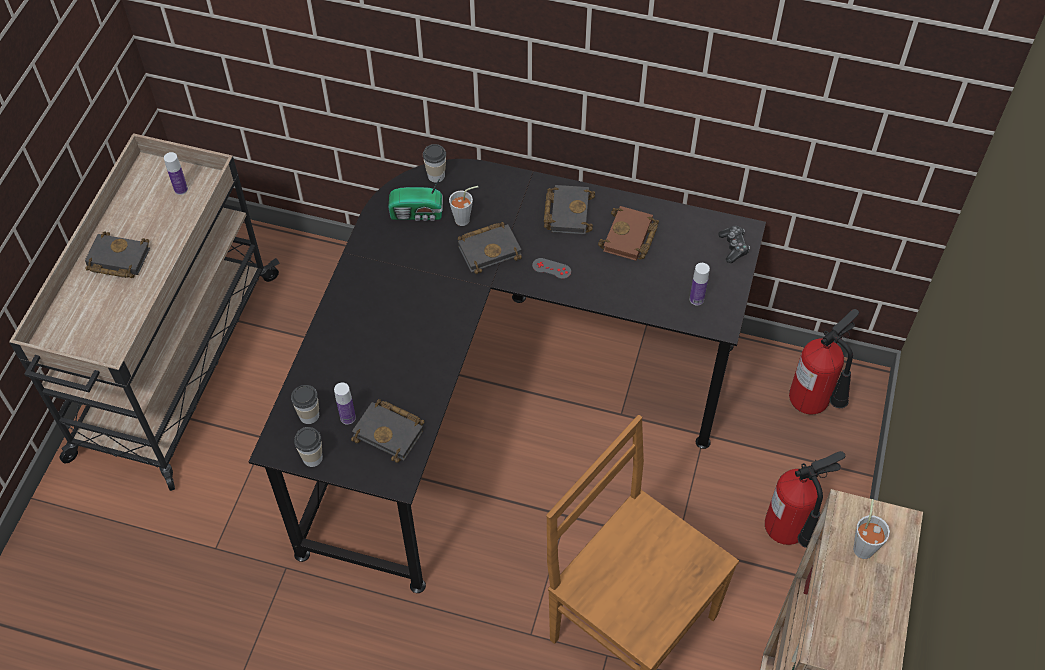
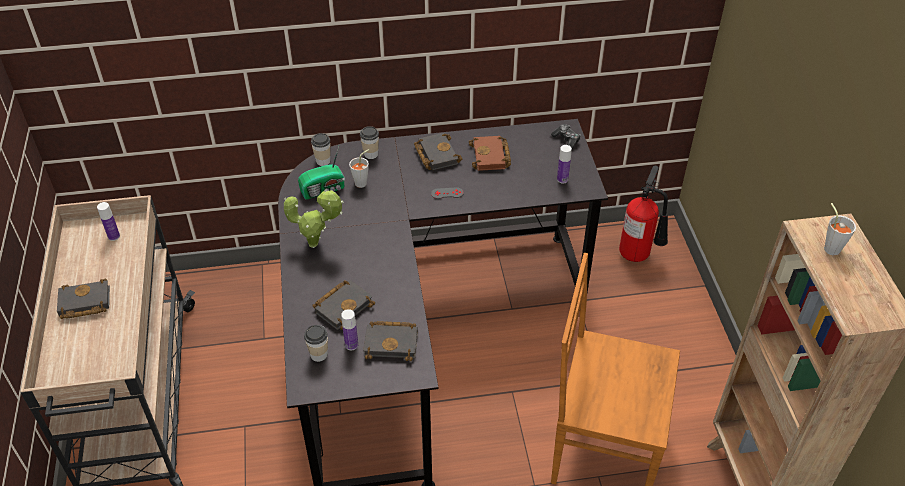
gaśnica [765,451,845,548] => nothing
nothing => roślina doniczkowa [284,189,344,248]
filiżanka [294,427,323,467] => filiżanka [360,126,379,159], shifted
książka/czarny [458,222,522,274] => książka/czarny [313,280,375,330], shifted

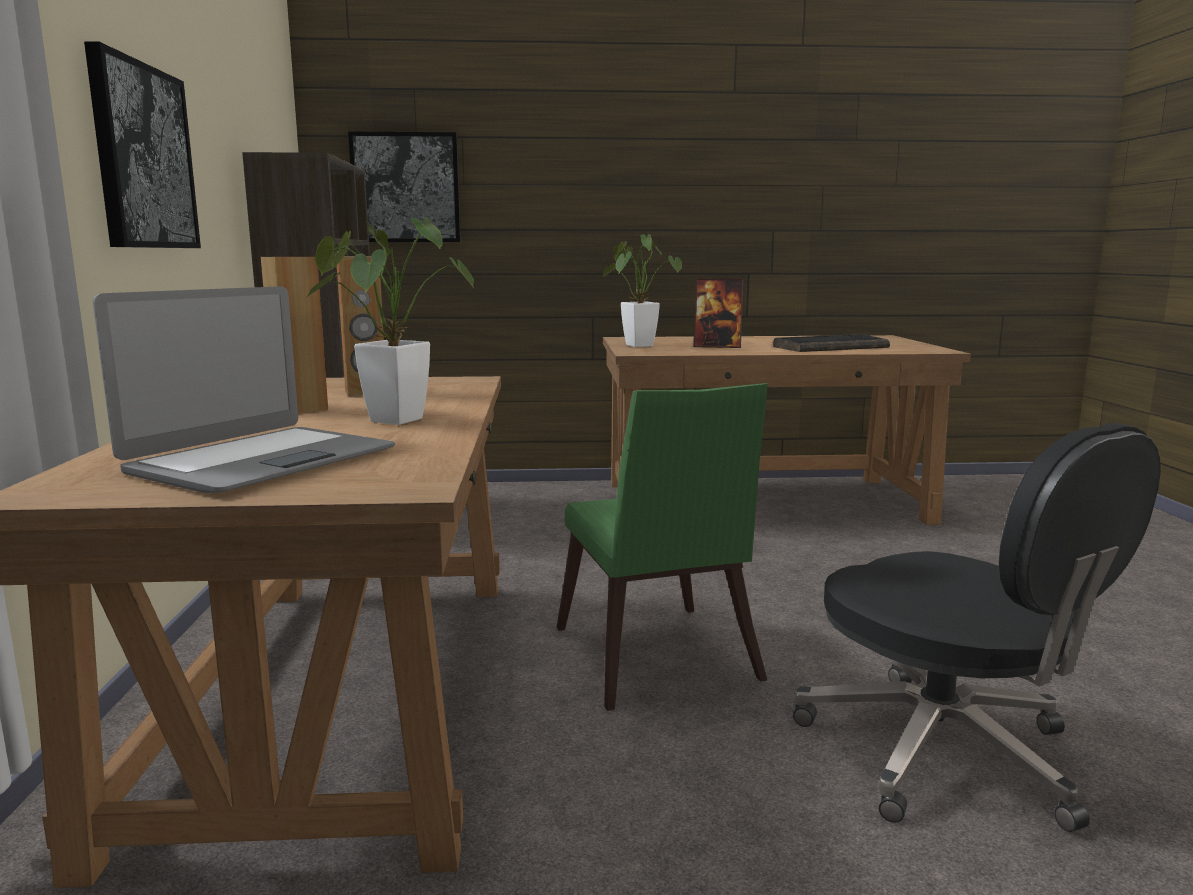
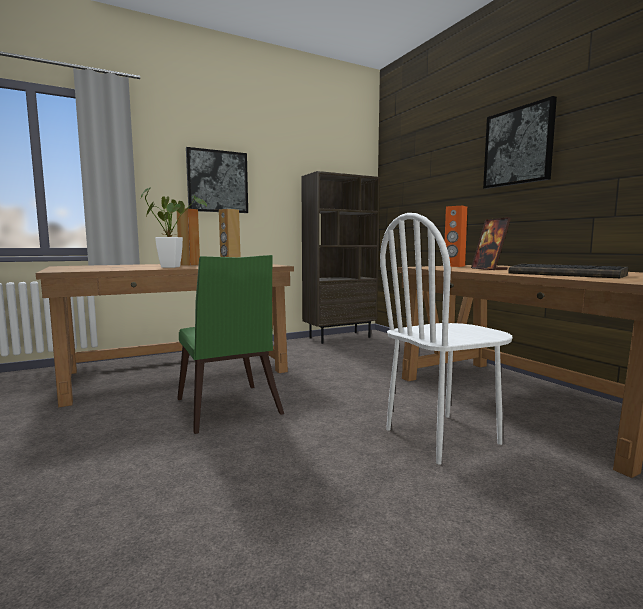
laptop [93,286,395,493] => nothing
krzesło biurowe/czarny [793,423,1161,832] => nothing
nothing => krzesło/biały [380,213,512,465]
obraz [348,131,461,242] => obraz [483,96,557,189], shifted
roślina doniczkowa [603,234,682,347] => głośnik/pomarańczowy [445,206,467,267]
krzesło/zielony [557,383,768,711] => krzesło/zielony [177,255,284,434], 75 degrees counterclockwise

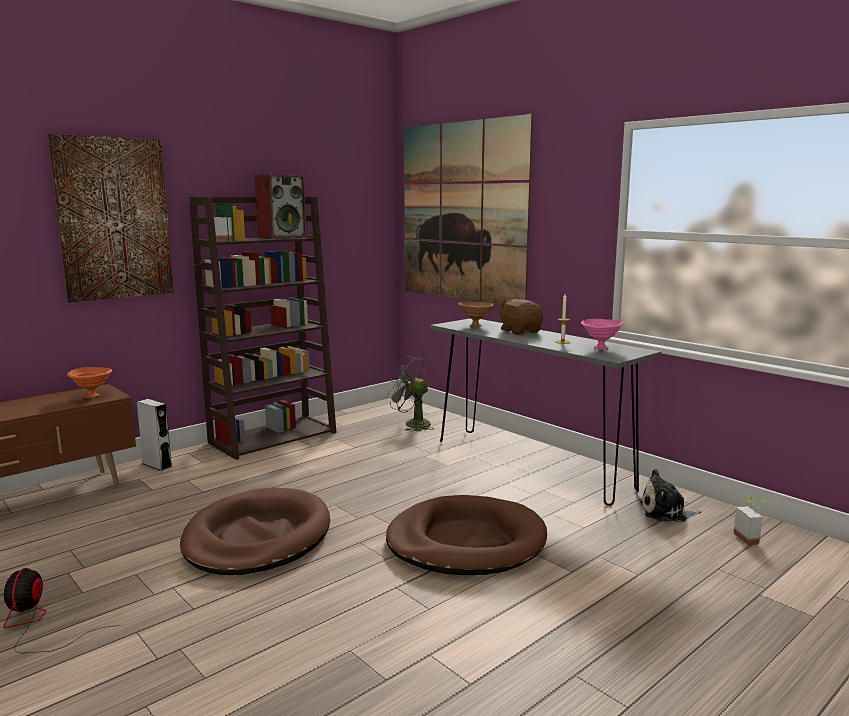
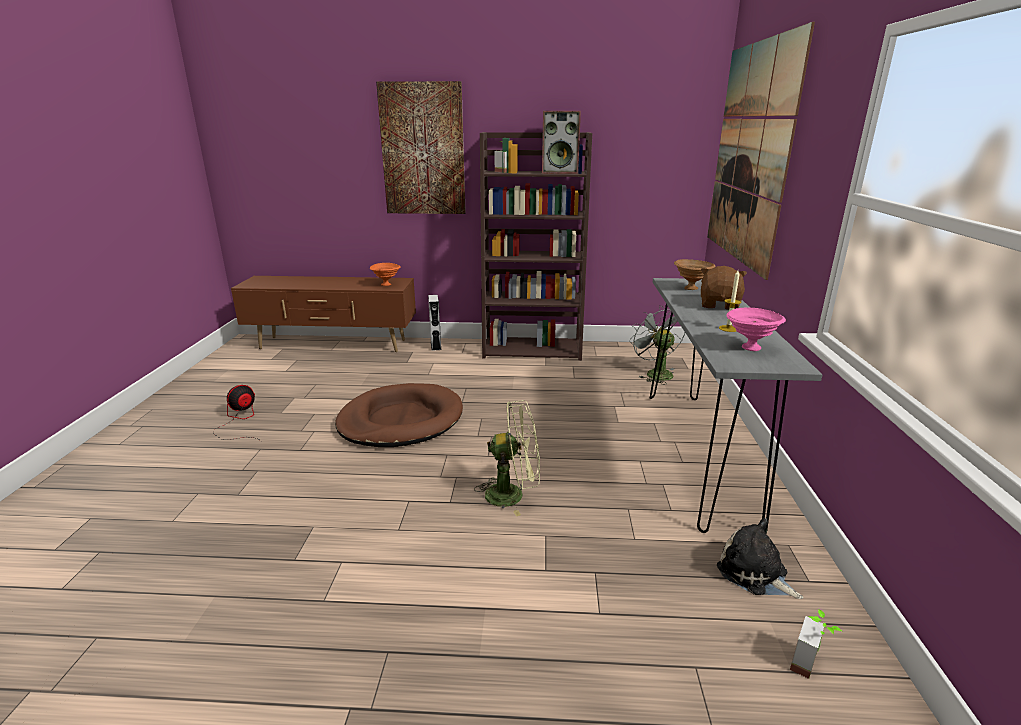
legowisko/brązowy [386,495,547,575] => wentylator/zielony [474,400,540,517]

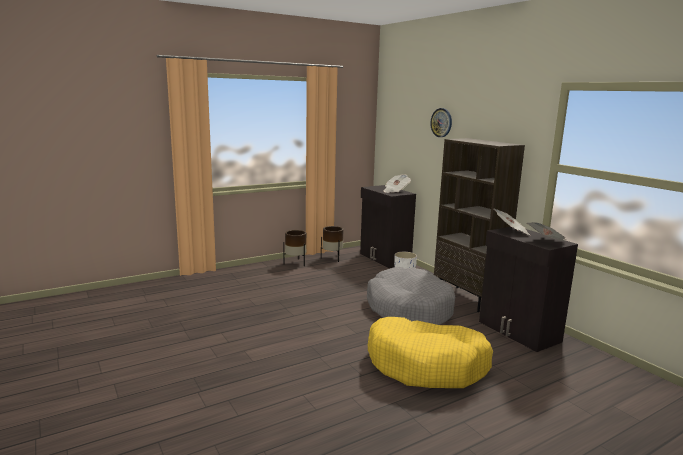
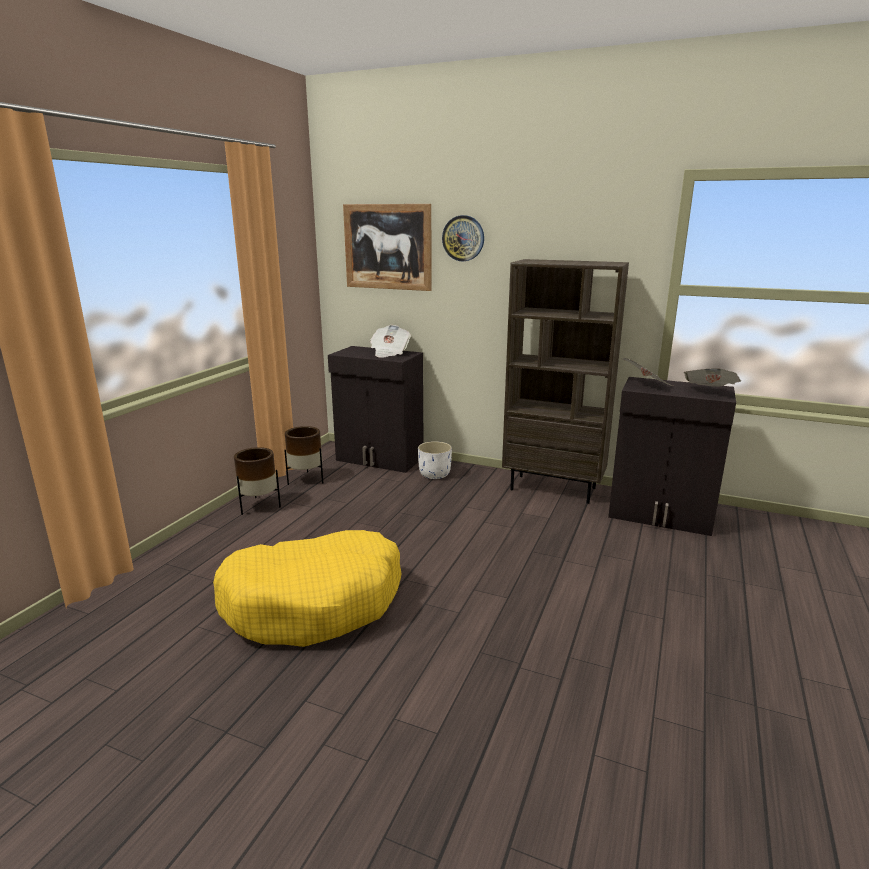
legowisko/szary [367,267,455,325] => nothing
nothing => obraz [343,204,431,291]
legowisko/żółty [368,317,493,388] => legowisko/żółty [213,530,402,647], shifted

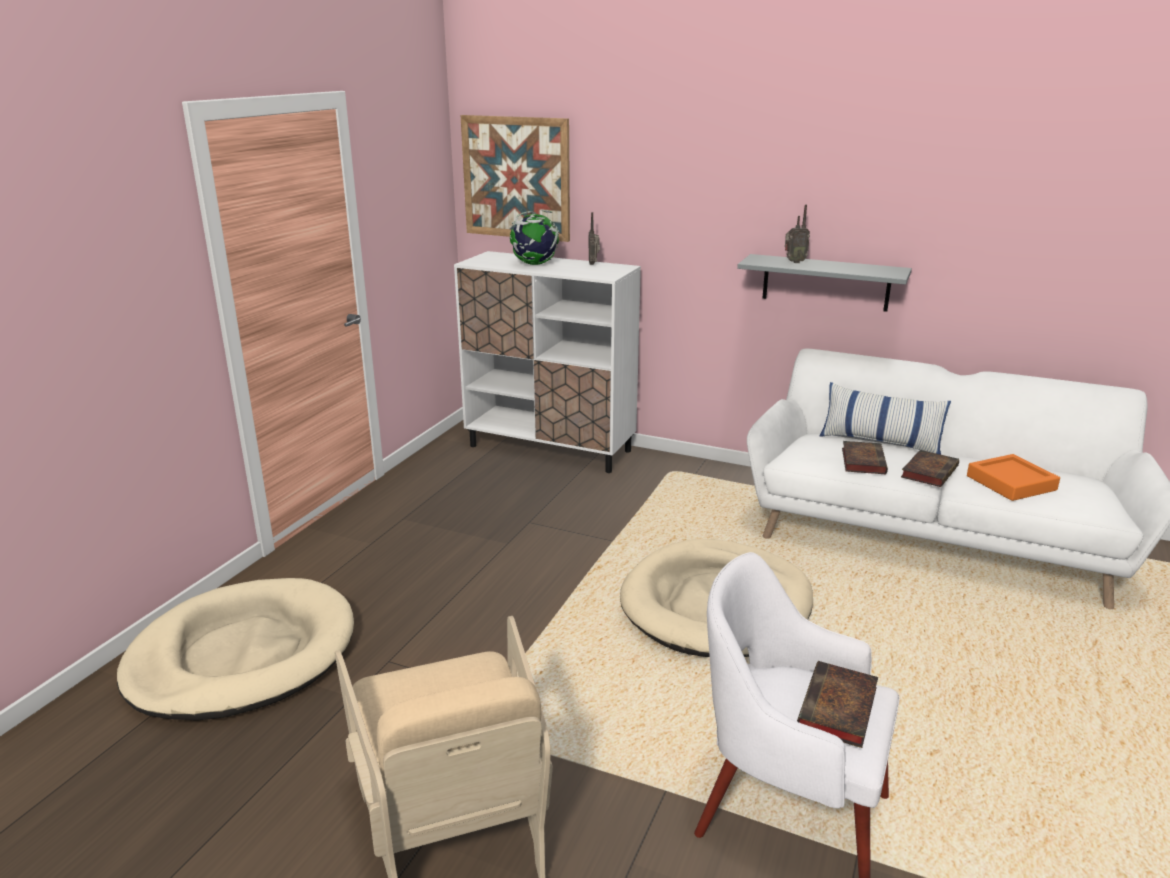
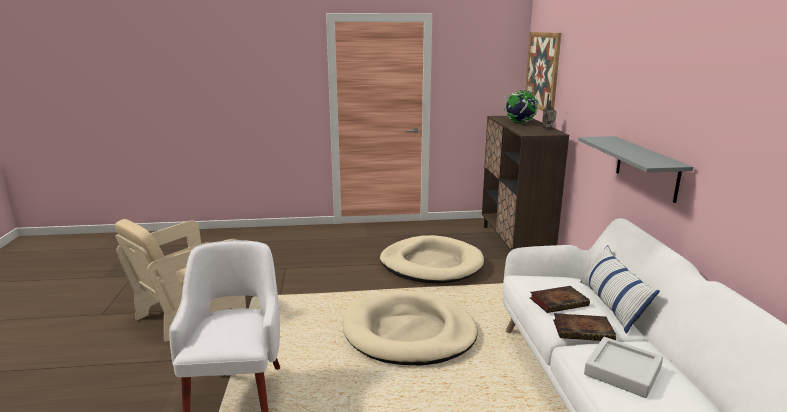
radio [785,205,810,263] => nothing
książka [797,661,878,748] => nothing
legowisko/beżowy [117,578,354,721] => legowisko/beżowy [380,235,484,283], shifted
szafka/biały [454,251,641,473] => szafka/brązowy [482,116,569,251]
taca/pomarańczowy [967,454,1060,501] => taca/szary [584,337,663,398]

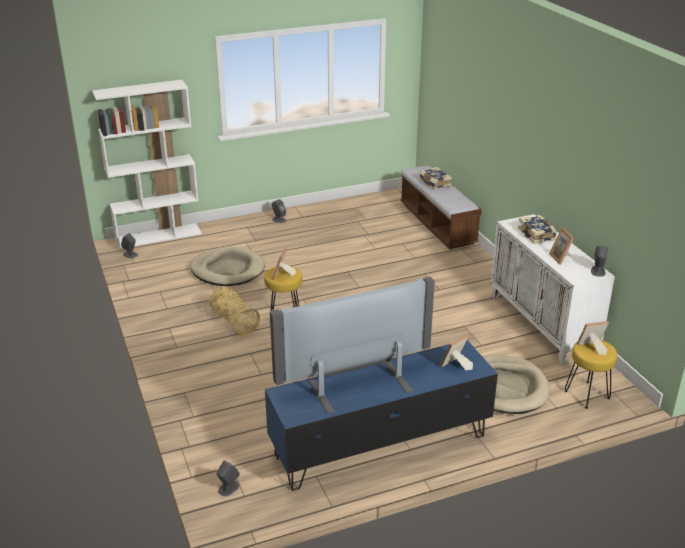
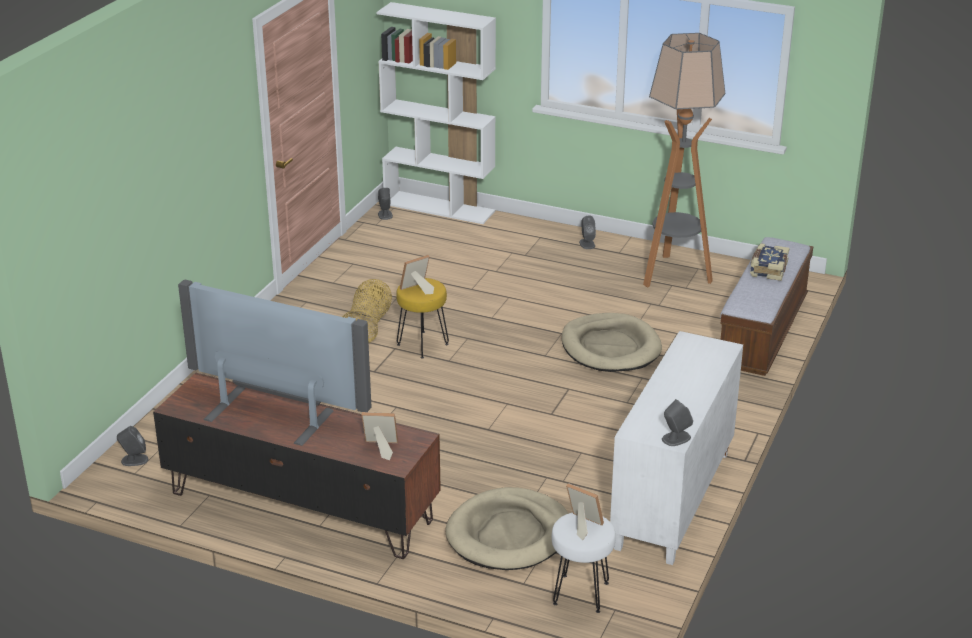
książka [518,215,557,244] => nothing
ramka na zdjęcie [549,228,574,265] => nothing
nothing => lampa stojąca [643,33,726,288]
legowisko/beżowy [190,247,265,286] => legowisko/beżowy [562,313,662,372], shifted
szafka pod telewizor/niebieski [265,340,498,491] => szafka pod telewizor/brązowy [153,373,441,559]
stołek/żółty [564,340,617,409] => stołek/biały [552,513,616,613]

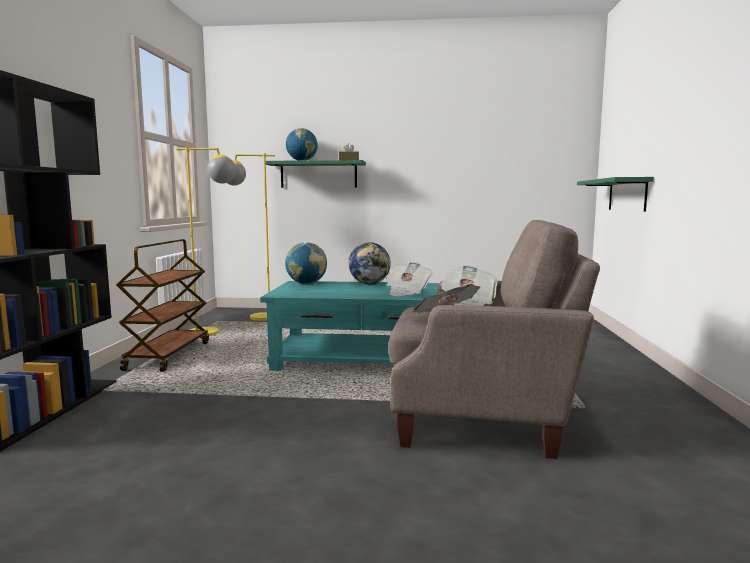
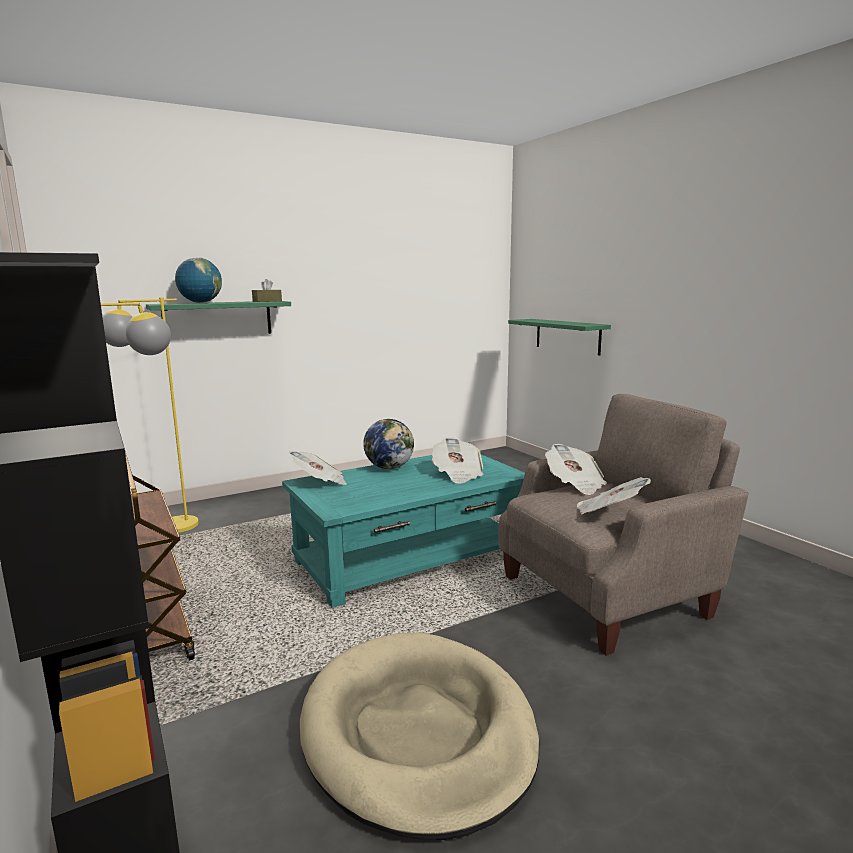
nothing => legowisko/beżowy [300,632,539,840]
globus [285,242,327,284] => gazeta [289,451,347,485]

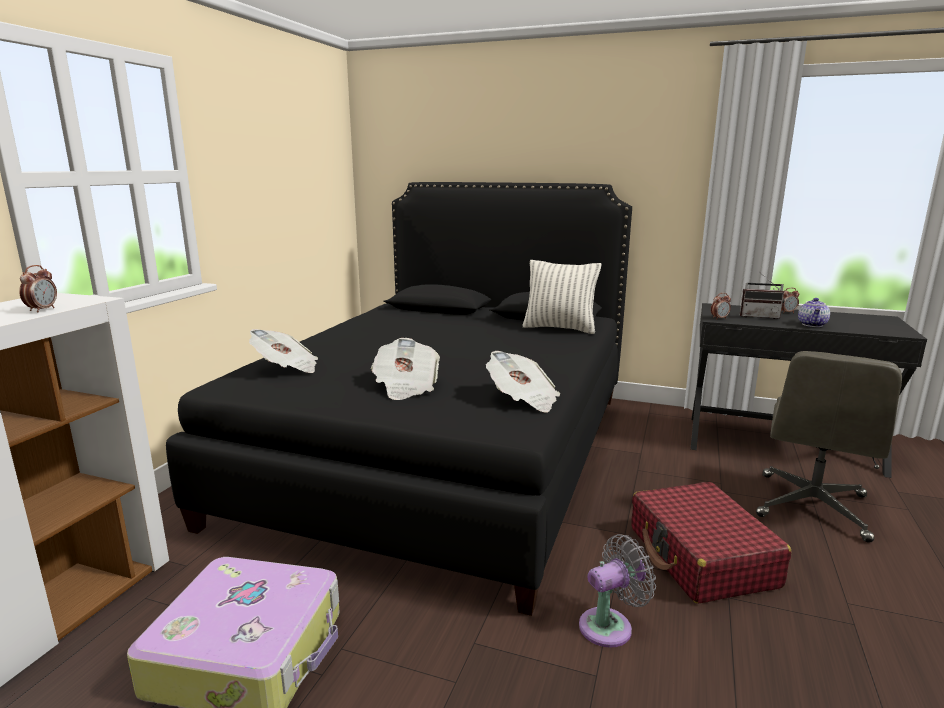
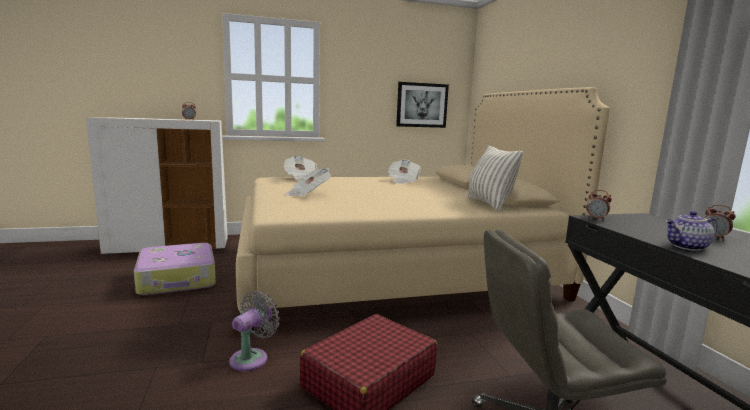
radio [739,273,785,319] => nothing
nothing => obraz [396,82,449,128]
gazeta [486,351,560,413] => gazeta [387,159,421,184], shifted
łóżko/czarny [166,182,632,616] => łóżko/beżowy [236,87,610,331]
wentylator/szary [579,534,656,648] => wentylator/szary [229,291,280,371], 90 degrees counterclockwise

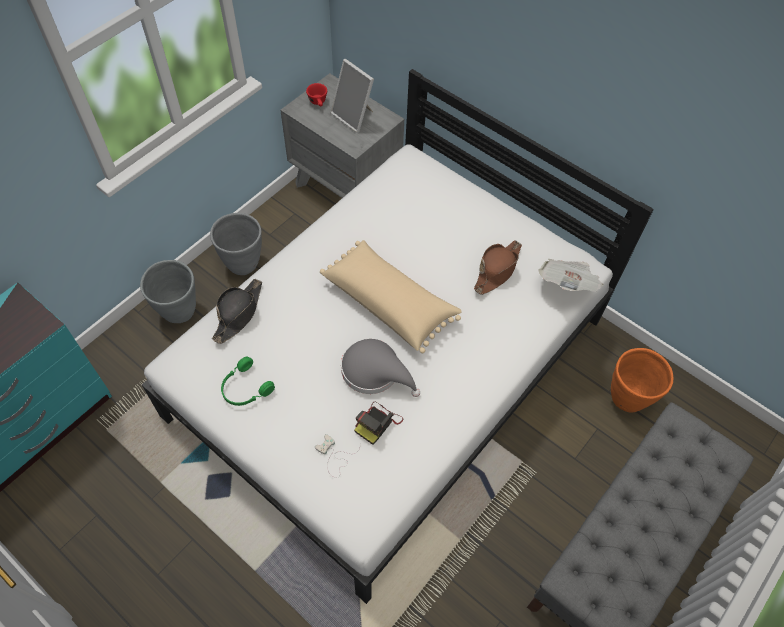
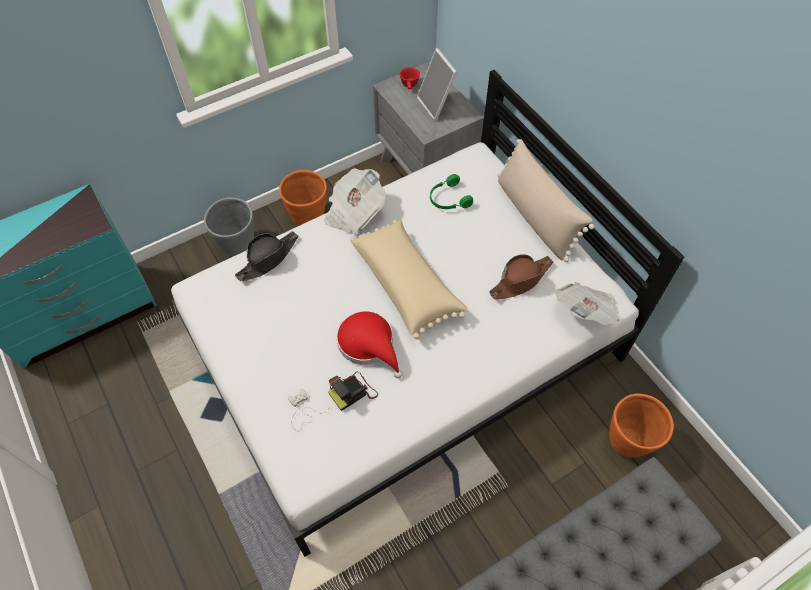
nothing => gazeta [324,168,386,234]
nothing => poduszka/beżowy [498,139,594,262]
słuchawki/zielony [221,357,275,406] => słuchawki/zielony [430,174,473,209], shifted
donica/szary [210,213,262,275] => donica/pomarańczowy [279,170,327,226]
kapelusz/szary [341,338,420,397] => kapelusz/czerwony [337,311,403,378]

